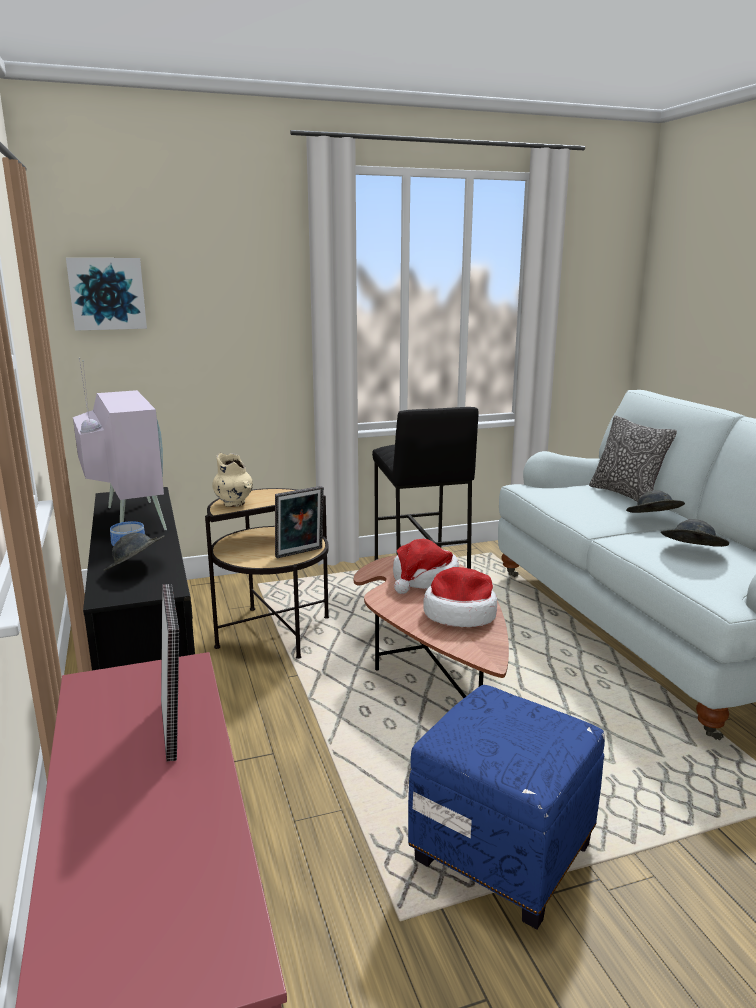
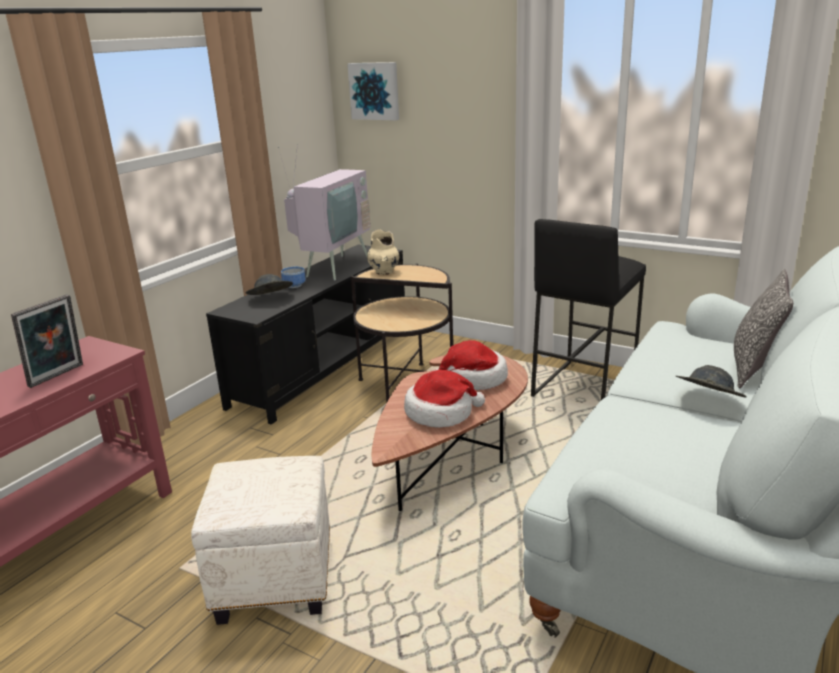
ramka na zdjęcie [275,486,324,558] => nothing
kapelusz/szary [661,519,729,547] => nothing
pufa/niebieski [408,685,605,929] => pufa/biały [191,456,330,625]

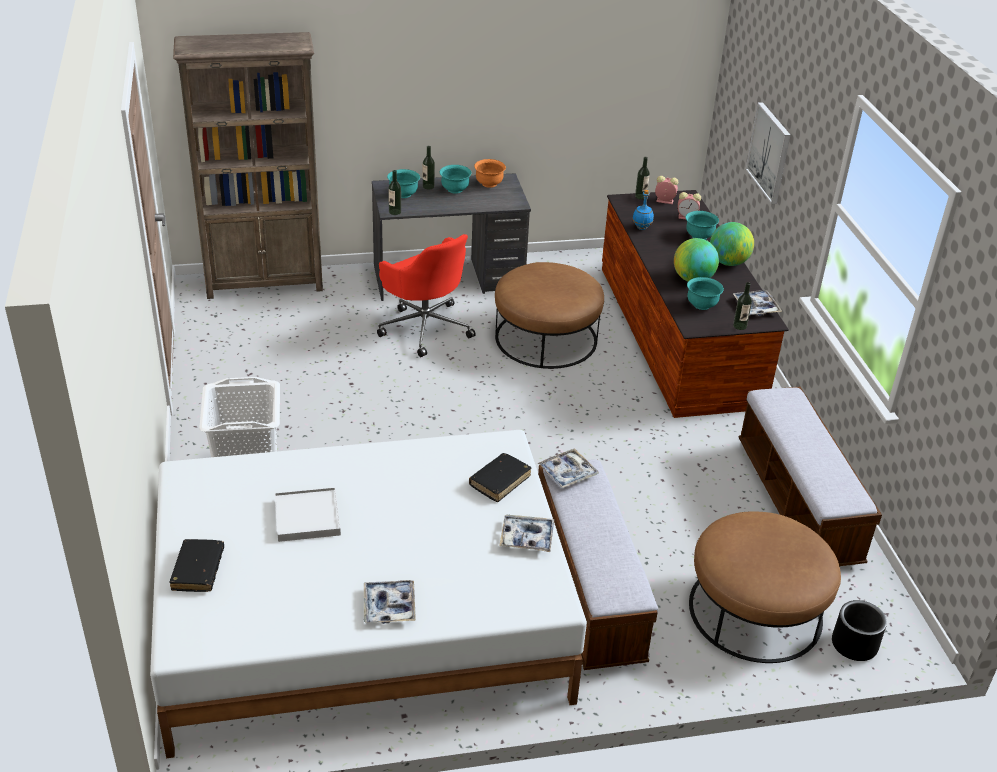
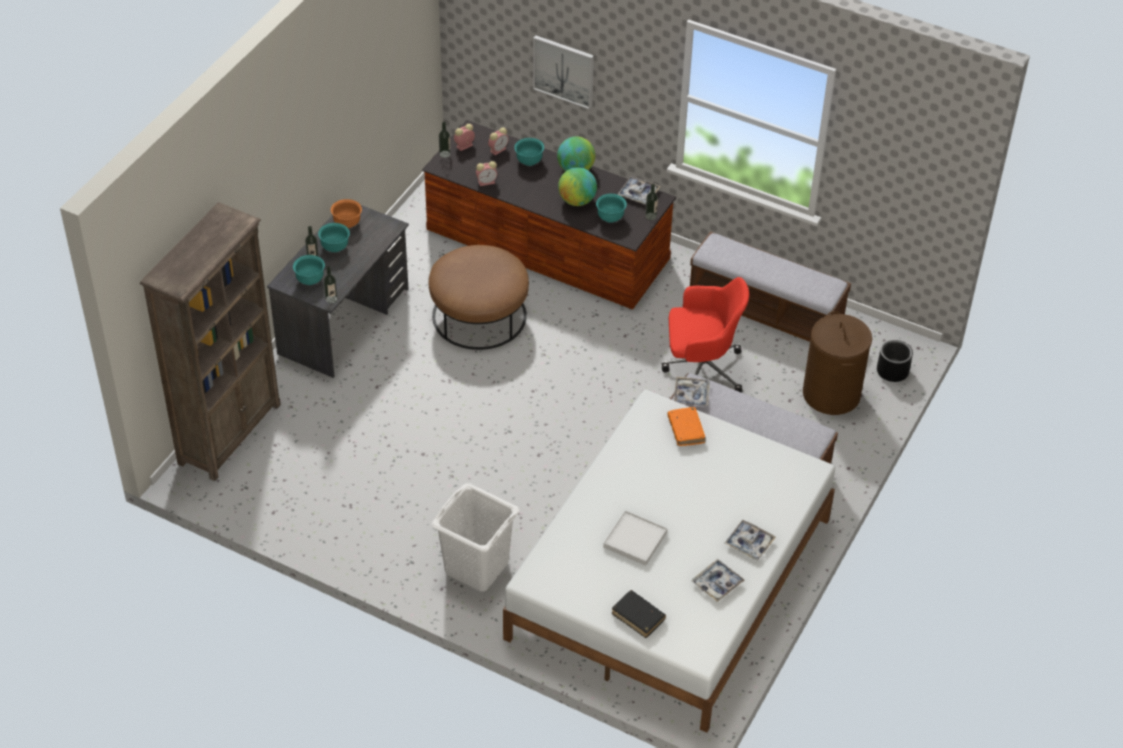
krzesło biurowe/czerwony [377,234,476,357] => krzesło biurowe/czerwony [662,277,749,393], shifted
taca [499,514,554,552] => taca [692,559,745,602], shifted
butelka/niebieski [632,190,654,230] => budzik [476,161,497,186]
pufa/brązowy [689,511,841,663] => kosz na pranie/brązowy [803,311,872,415]
książka/czarny [469,453,531,502] => książka/pomarańczowy [667,407,706,446]

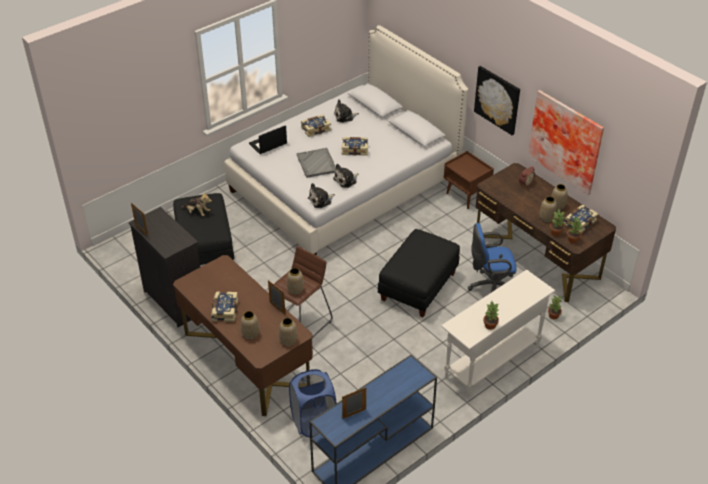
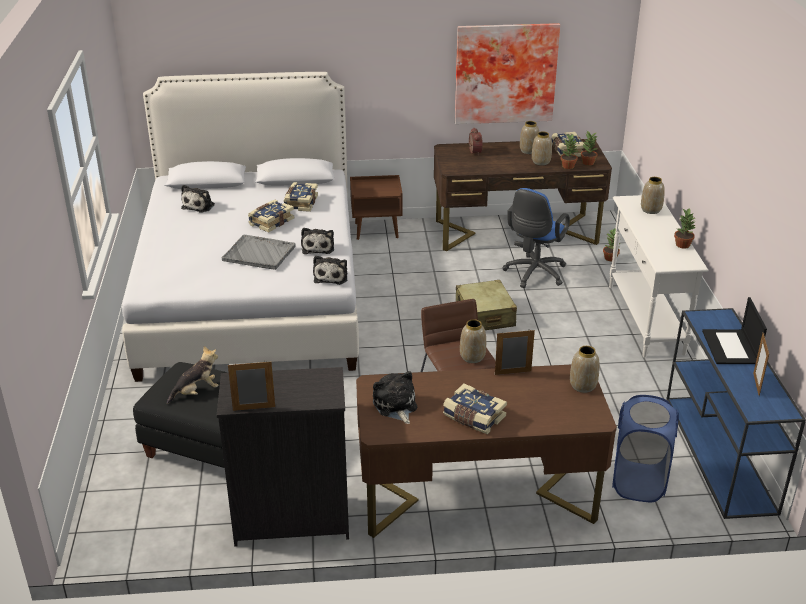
obraz [474,66,520,135] => nothing
nothing => pluszak [373,371,417,424]
wazon [241,311,259,339] => wazon [641,177,665,214], shifted
laptop [249,125,287,154] => laptop [702,297,767,364], shifted
książka [301,114,331,137] => książka [284,182,318,212], shifted
pufa/czarny [378,229,460,317] => walizka/beżowy [456,280,517,330]

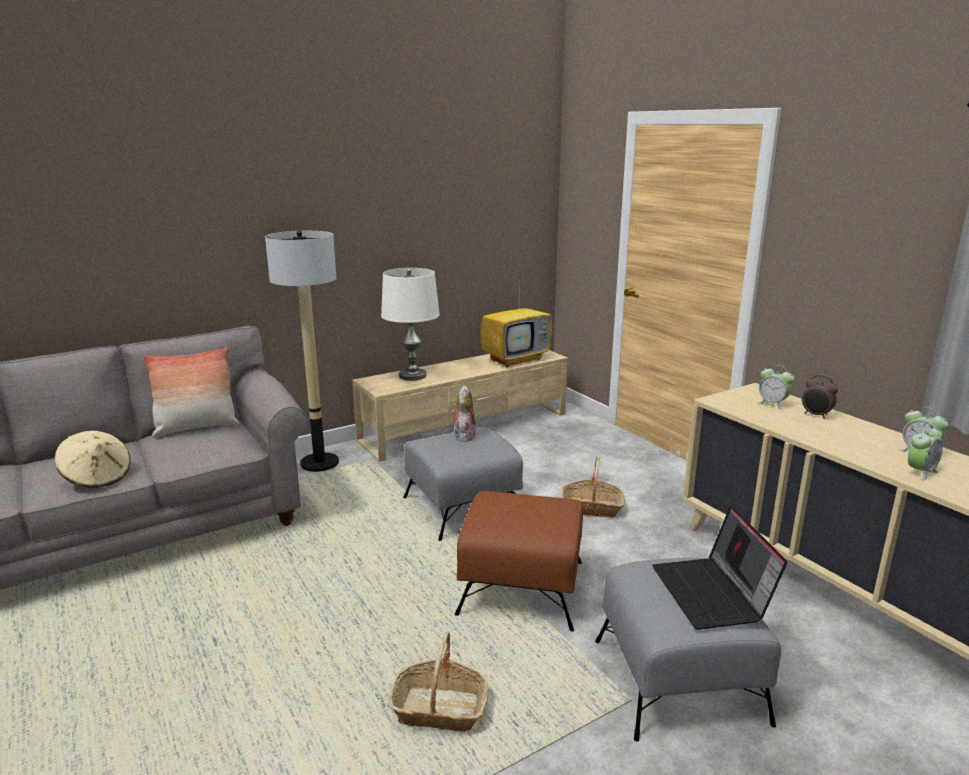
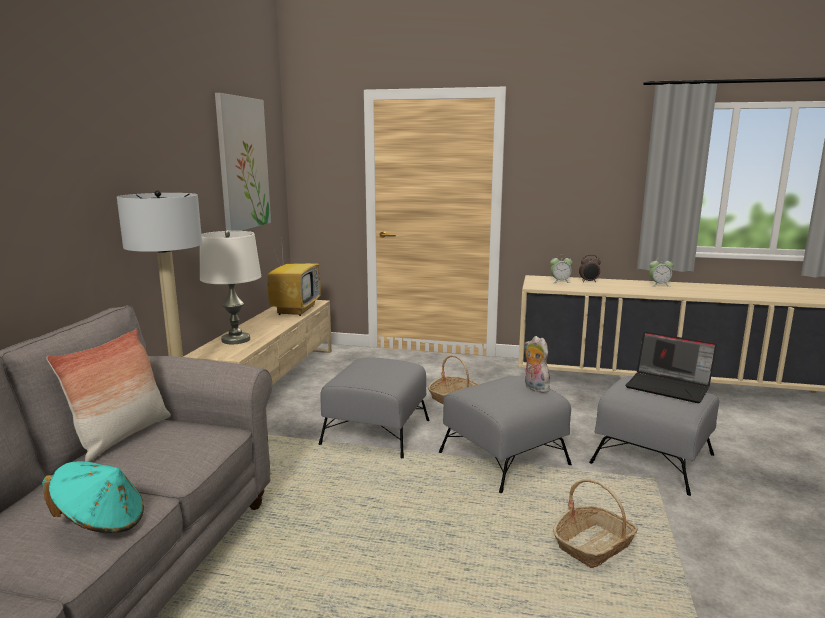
budzik [908,424,943,481] => nothing
nothing => obraz [215,93,271,231]
pluszak [451,385,476,442] => pluszak [525,336,550,393], shifted
kapelusz/beżowy [55,431,131,488] => kapelusz/turkusowy [42,461,144,533]
pufa/brązowy [455,491,583,632] => pufa/szary [439,376,572,493]

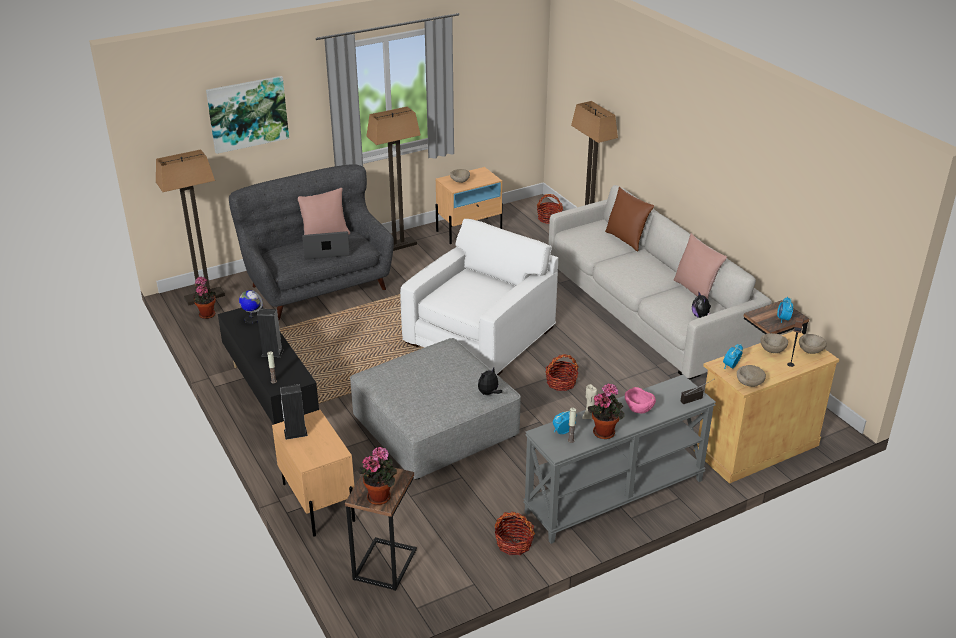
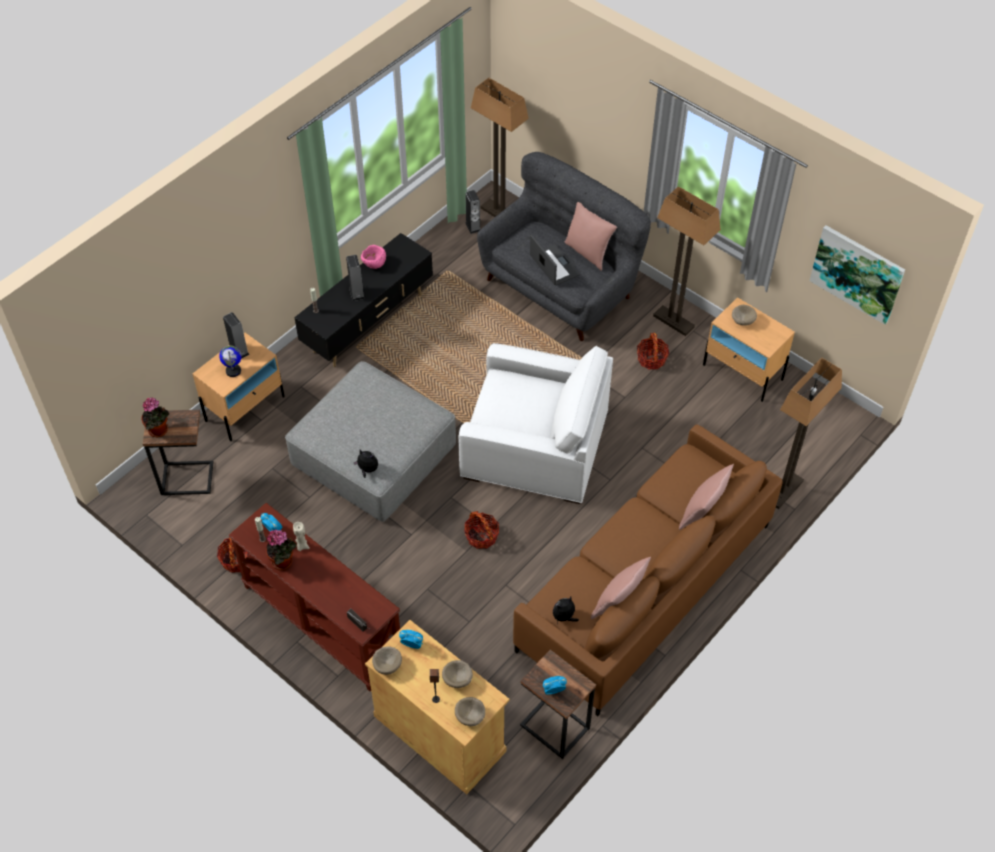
obraz [206,76,289,154] => obraz [809,225,905,325], shifted
globus [239,290,263,324] => globus [219,346,241,377], shifted
koszyk [537,194,563,224] => koszyk [637,333,669,370], shifted
miska/różowy [625,387,656,413] => miska/różowy [361,245,386,269], shifted
roślina doniczkowa [192,277,216,319] => głośnik [465,190,481,234]
stolik konsolowy/szary [523,375,716,544] => stolik konsolowy/brązowy [228,503,400,691]
kanapa/szary [549,185,772,380] => kanapa/brązowy [513,425,783,716]
poduszka/brązowy [605,187,654,251] => poduszka/różowy [679,464,734,530]

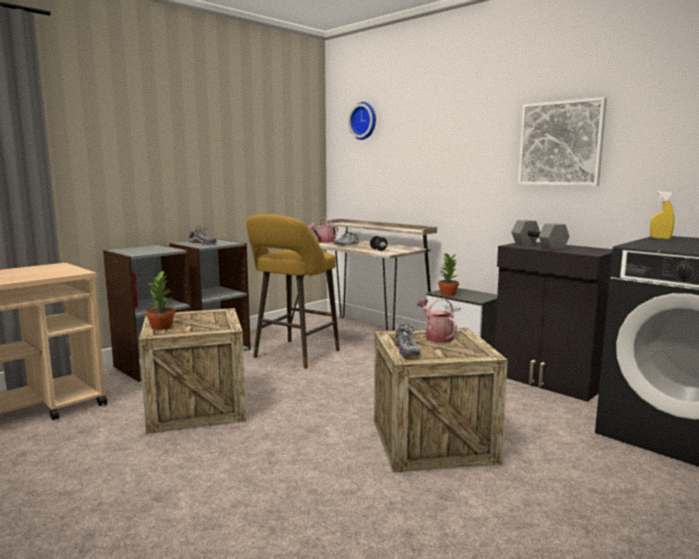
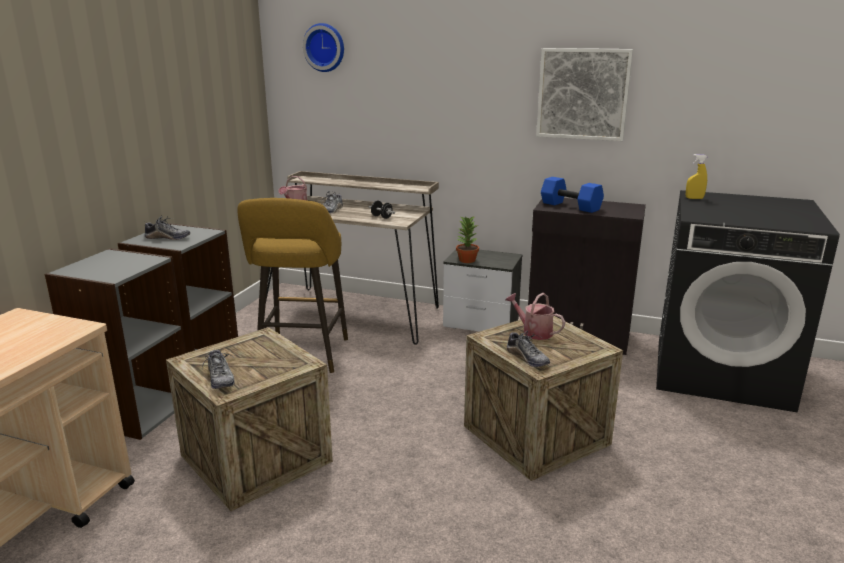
roślina doniczkowa [146,270,175,330] => but [202,349,235,389]
hantel/szary [512,220,569,250] => hantel/niebieski [541,177,604,213]

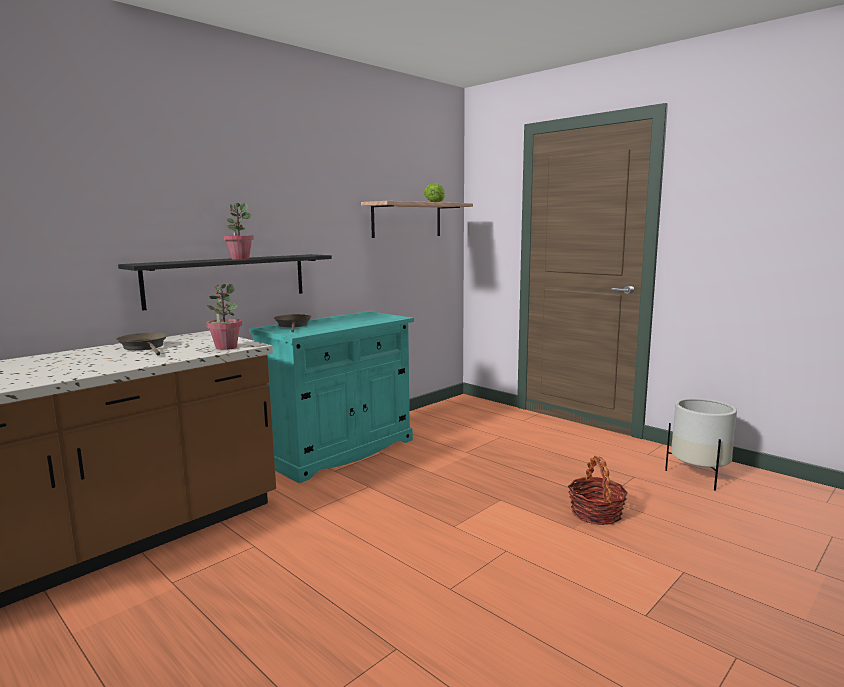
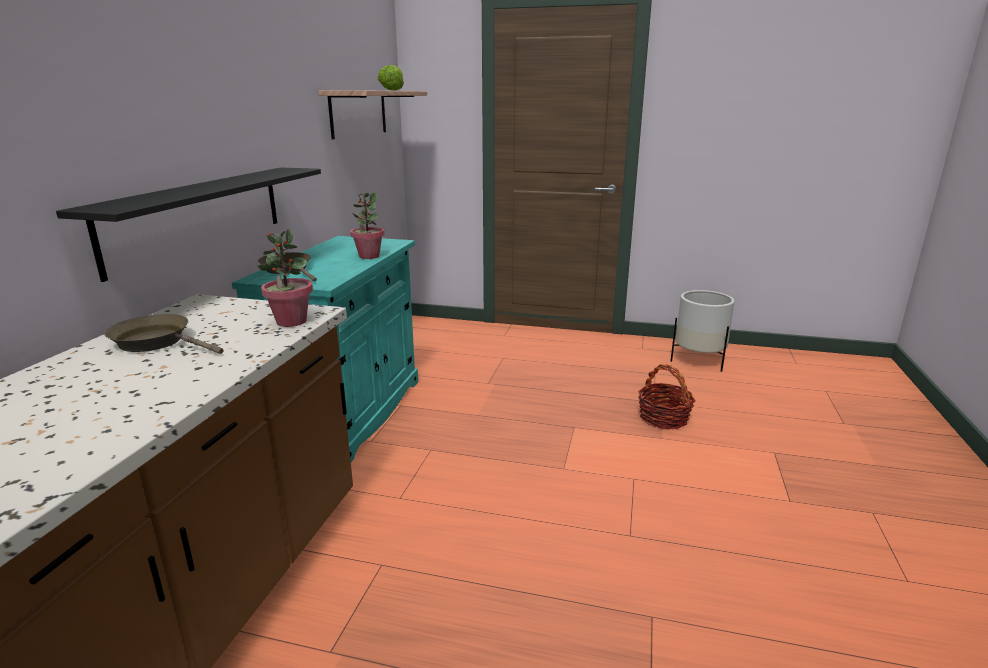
roślina doniczkowa [224,203,254,259] => roślina doniczkowa [350,193,384,259], shifted

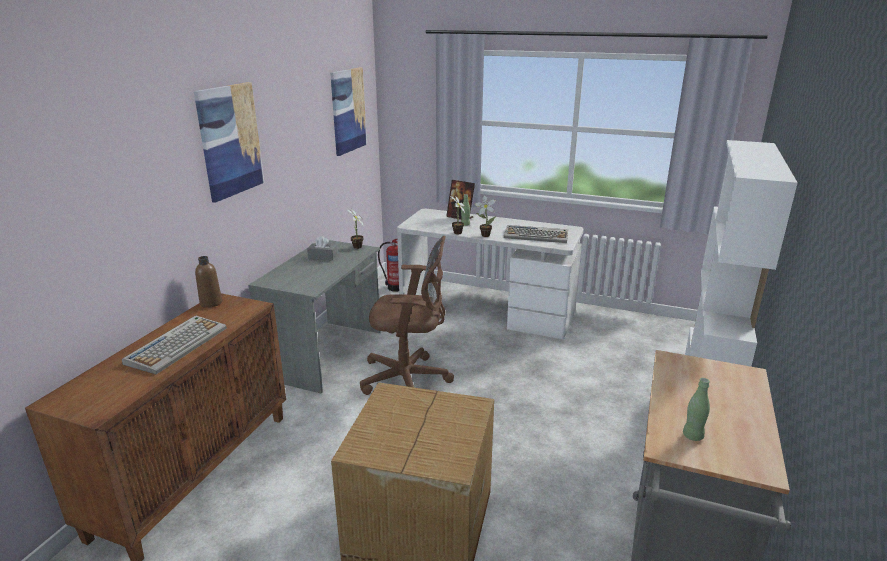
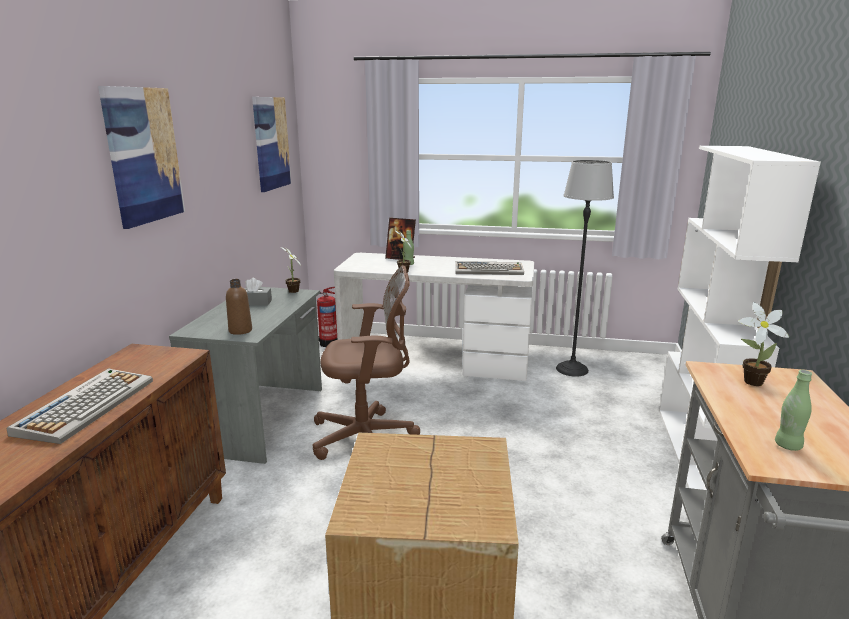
nothing => lampa stojąca [556,160,614,377]
butelka/brązowy [195,256,222,308] => butelka/brązowy [226,279,252,335], shifted
roślina doniczkowa [474,195,496,237] => roślina doniczkowa [739,302,789,386], shifted

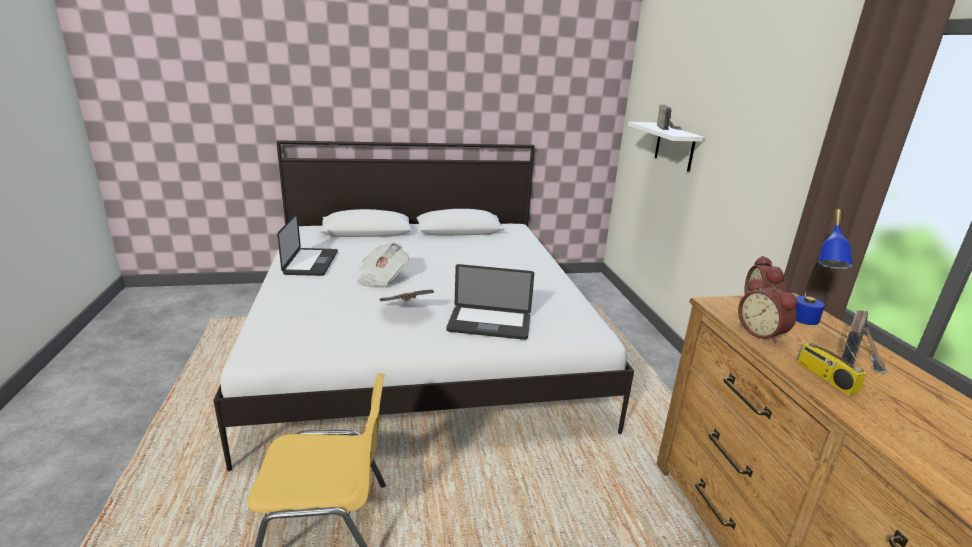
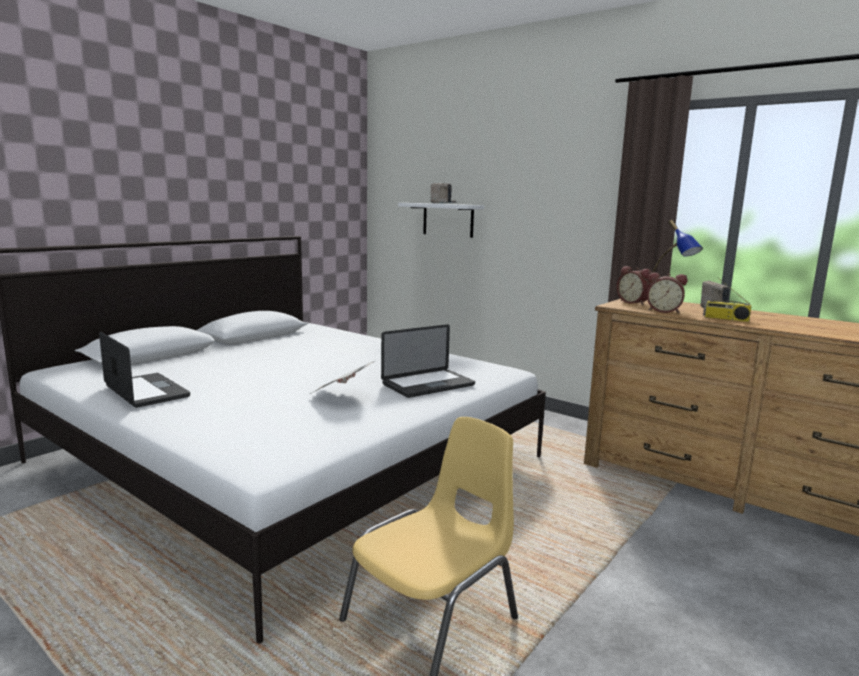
gazeta [357,243,409,286] => nothing

